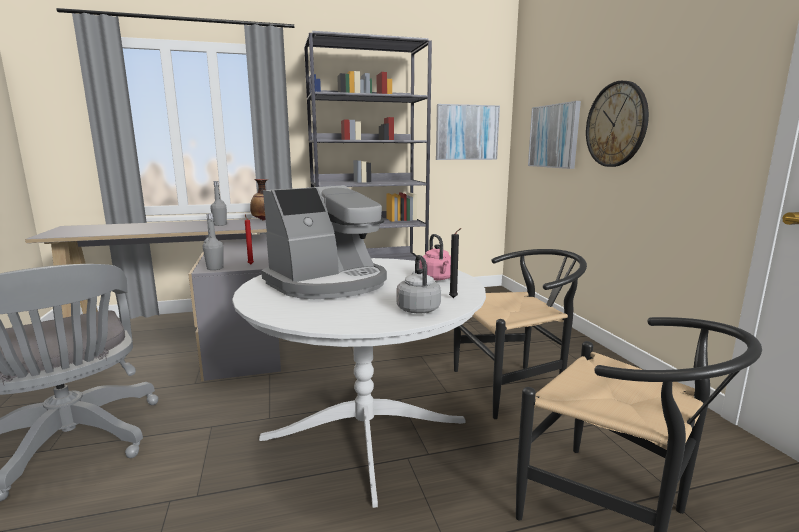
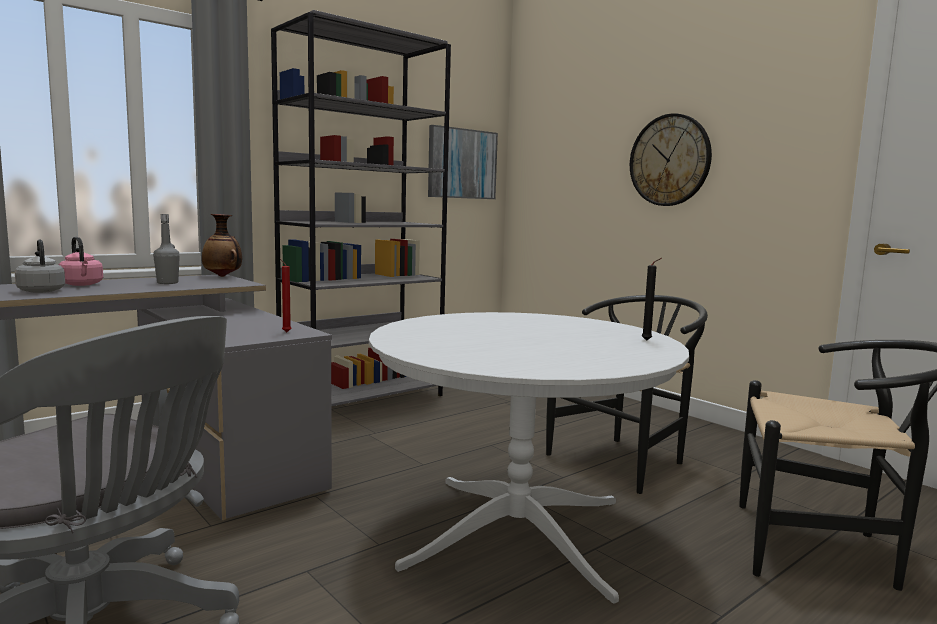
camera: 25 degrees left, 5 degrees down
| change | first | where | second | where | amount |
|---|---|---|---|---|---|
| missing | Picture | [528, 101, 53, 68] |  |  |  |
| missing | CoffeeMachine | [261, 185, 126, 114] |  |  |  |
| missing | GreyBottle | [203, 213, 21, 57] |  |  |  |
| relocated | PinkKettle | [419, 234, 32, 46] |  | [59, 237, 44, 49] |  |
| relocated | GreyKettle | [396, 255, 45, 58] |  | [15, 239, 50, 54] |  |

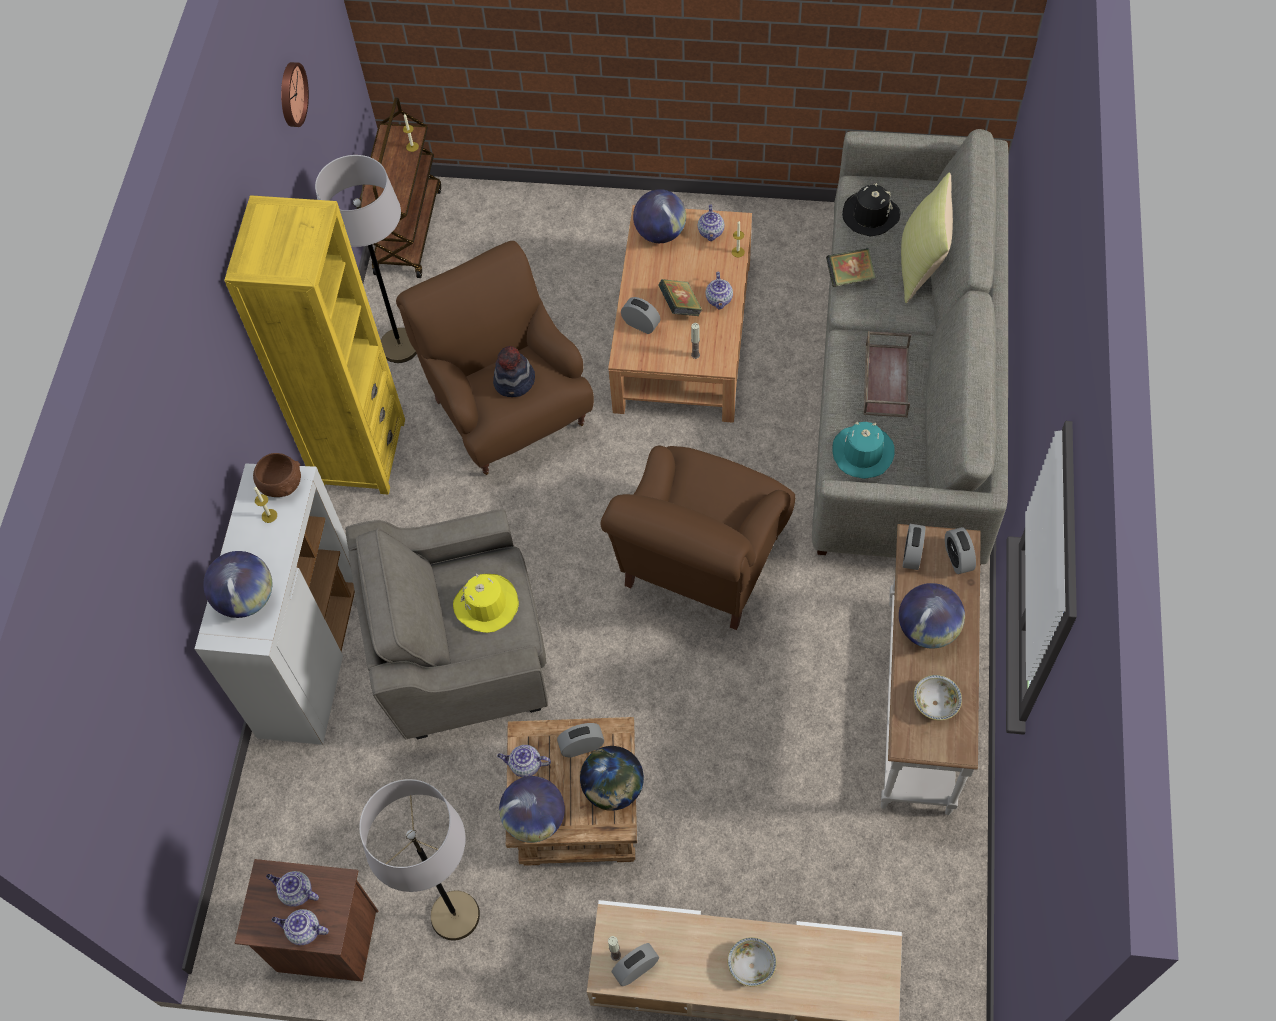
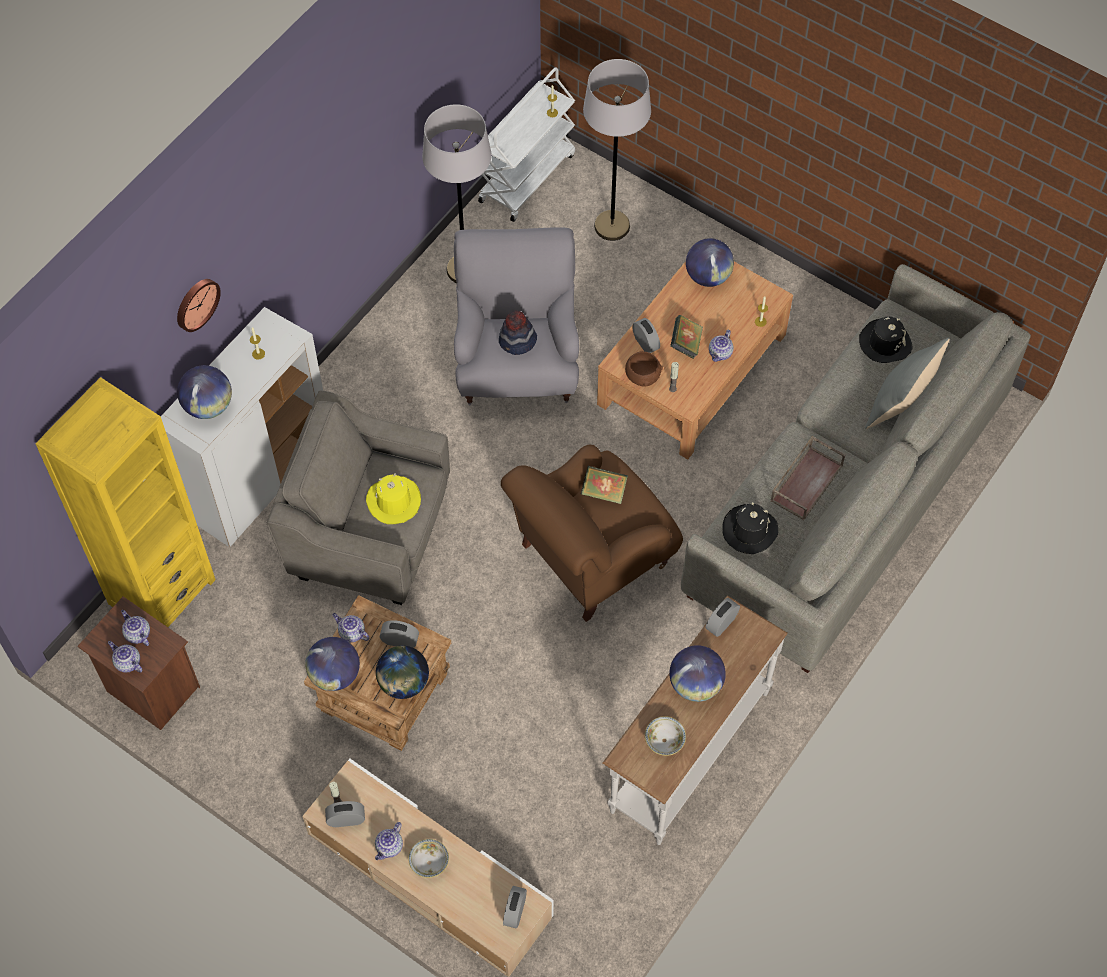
camera: 25 degrees right, 0 degrees up
| change | first | where | second | where | amount |
|---|---|---|---|---|---|
| relocated | WallClock | [281, 62, 28, 65] |  | [177, 279, 44, 53] |  |
| colour | BrownCart | [360, 97, 81, 181] | WhiteCart | [478, 67, 97, 155] |  |
| colour | YellowPillow | [901, 173, 52, 130] | GreyPillow | [865, 338, 84, 91] |  |
| relocated | YellowBookcase | [224, 195, 181, 300] |  | [35, 377, 181, 250] |  |
| relocated | Teapot | [698, 204, 27, 37] |  | [375, 822, 28, 38] |  |
| colour | BrownArmchair | [396, 241, 198, 234] | GreyArmchair | [454, 227, 125, 178] |  |
| relocated | Book | [826, 248, 50, 39] |  | [581, 466, 47, 38] |  |
| colour | TurquoiseHat | [832, 422, 63, 57] | BlackHat | [722, 502, 56, 52] |  |
| relocated | BrownBowl | [253, 453, 48, 44] |  | [625, 351, 38, 36] |  |
| relocated | AlarmClock | [945, 527, 31, 47] |  | [503, 886, 24, 43] |  |
| relocated | GreyFloorLamp | [359, 779, 121, 162] |  | [583, 59, 68, 182] |  |

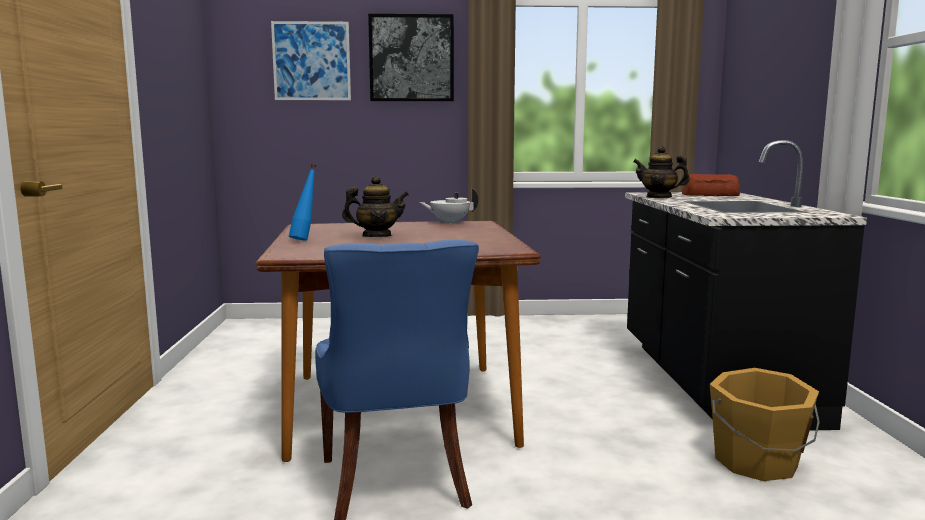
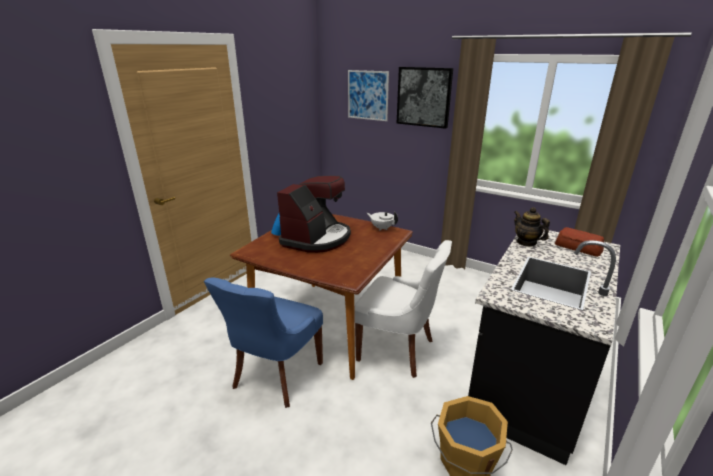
camera: 35 degrees right, 15 degrees up
| change | first | where | second | where | amount |
|---|---|---|---|---|---|
| exchanged | Teapot | [342, 176, 67, 61] | CoffeeMachine | [277, 176, 74, 77] |  |
| appeared |  |  | WhiteChair | [354, 240, 98, 138] |  |

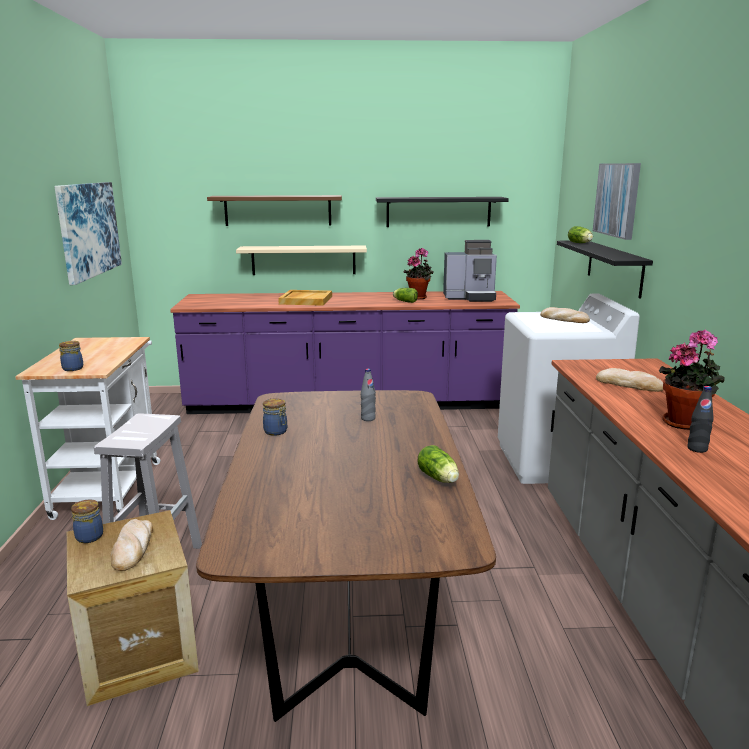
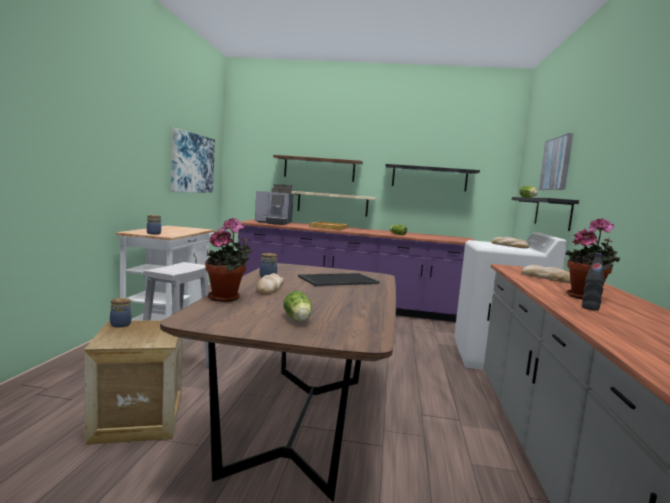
camera: 10 degrees right, 10 degrees down
| change | first | where | second | where | amount |
|---|---|---|---|---|---|
| relocated | CoffeeMachine | [443, 240, 54, 62] |  | [255, 184, 39, 41] |  |
| relocated | PottedPlant | [404, 248, 30, 52] |  | [205, 218, 48, 84] |  |
| exchanged | GreyBottle | [361, 369, 15, 52] | Tray | [298, 273, 81, 13] |  |
| relocated | Lettuce | [417, 445, 42, 38] |  | [284, 291, 28, 30] |  |
| relocated | Bread | [111, 519, 42, 52] |  | [256, 273, 28, 21] |  |

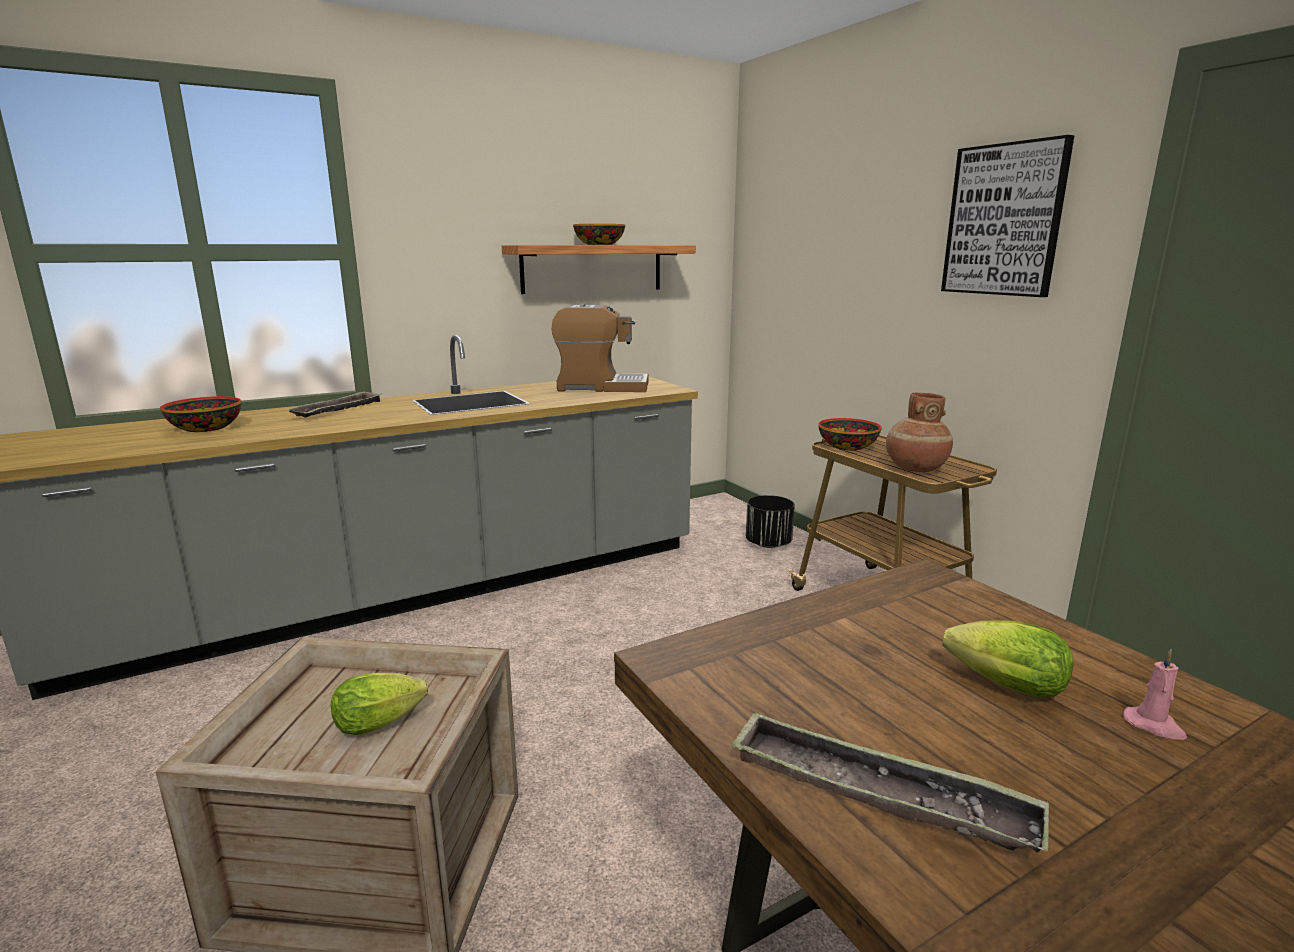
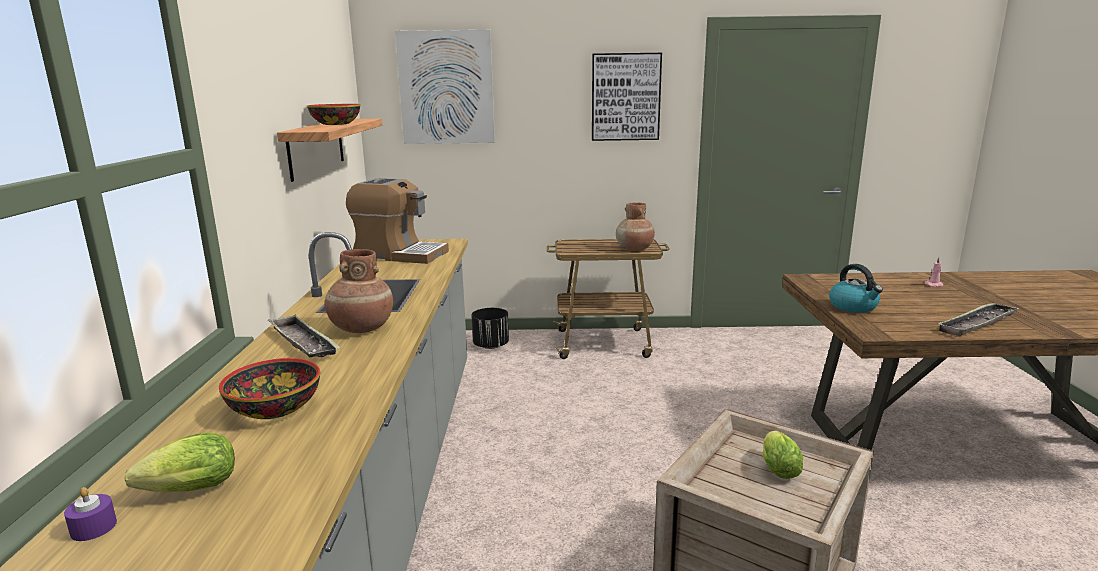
camera: 60 degrees left, 0 degrees up
| change | first | where | second | where | amount |
|---|---|---|---|---|---|
| spun | CoffeeMachine | [552, 304, 96, 88] |  | [346, 178, 103, 86] | 75 degrees clockwise |
| missing | Bowl | [818, 418, 64, 32] |  |  |  |
| relocated | Lettuce | [942, 620, 132, 78] |  | [125, 432, 110, 60] |  |
| appeared |  |  | Picture | [395, 30, 100, 114] |  |
| appeared |  |  | BrownVase | [325, 249, 68, 84] |  |
| appeared |  |  | Kettle | [829, 264, 54, 49] |  |
| appeared |  |  | PurpleCandle | [64, 487, 53, 54] |  |

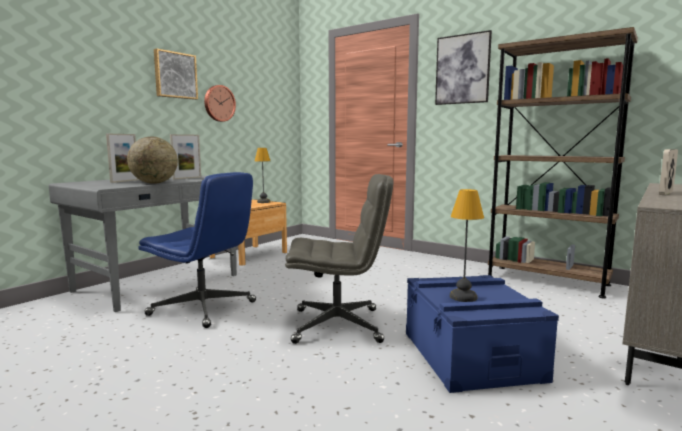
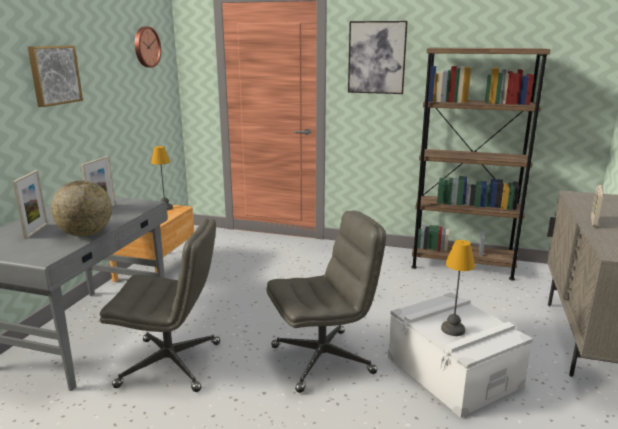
camera: 20 degrees left, 10 degrees up
| change | first | where | second | where | amount |
|---|---|---|---|---|---|
| relocated | WallClock | [204, 85, 32, 37] |  | [135, 27, 26, 41] |  |
| colour | BlueOfficeChair | [139, 172, 117, 156] | GreyOfficeChair | [100, 219, 120, 173] |  |
| colour | BlueStorageBox | [406, 275, 153, 118] | WhiteStorageBox | [388, 292, 145, 126] |  |

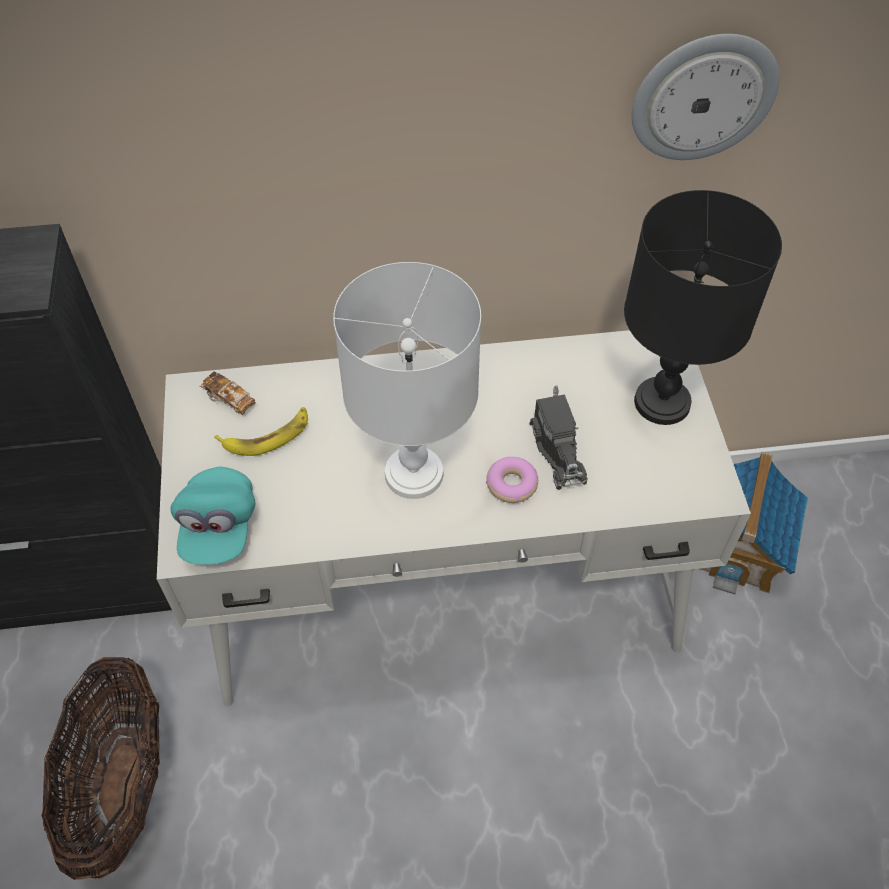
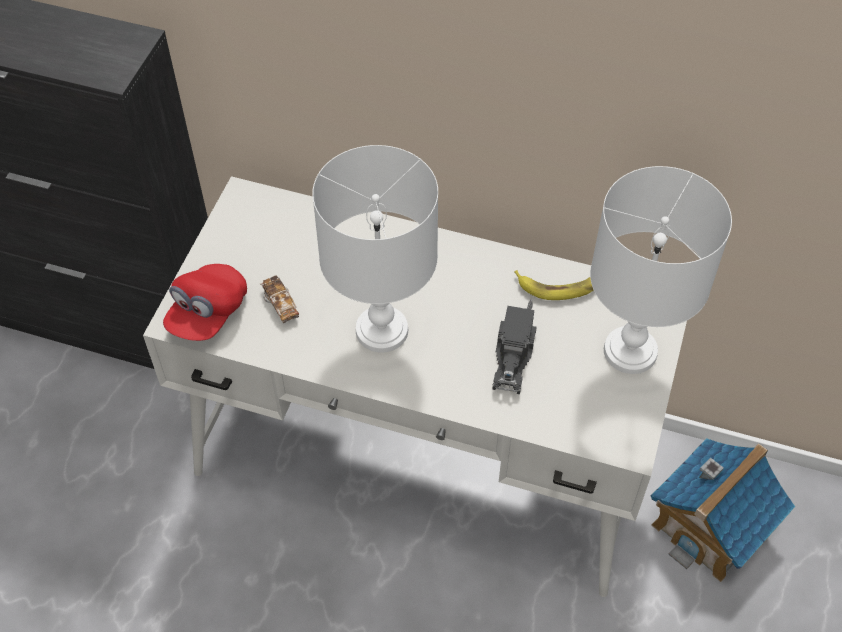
camera: 25 degrees right, 0 degrees up
| change | first | where | second | where | amount |
|---|---|---|---|---|---|
| missing | WallClock | [632, 34, 148, 126] |  |  |  |
| colour | BlackTableLamp | [624, 190, 158, 235] | WhiteTableLamp | [590, 166, 142, 208] |  |
| relocated | ToyCar | [199, 371, 57, 44] |  | [260, 275, 39, 48] |  |
| relocated | Banana | [214, 407, 94, 49] |  | [514, 270, 79, 30] |  |
| missing | Donut | [486, 457, 52, 46] |  |  |  |
| colour | TurquoiseCap | [171, 467, 85, 98] | RedCap | [163, 264, 84, 77] |  |
| missing | Basket | [42, 657, 118, 223] |  |  |  |

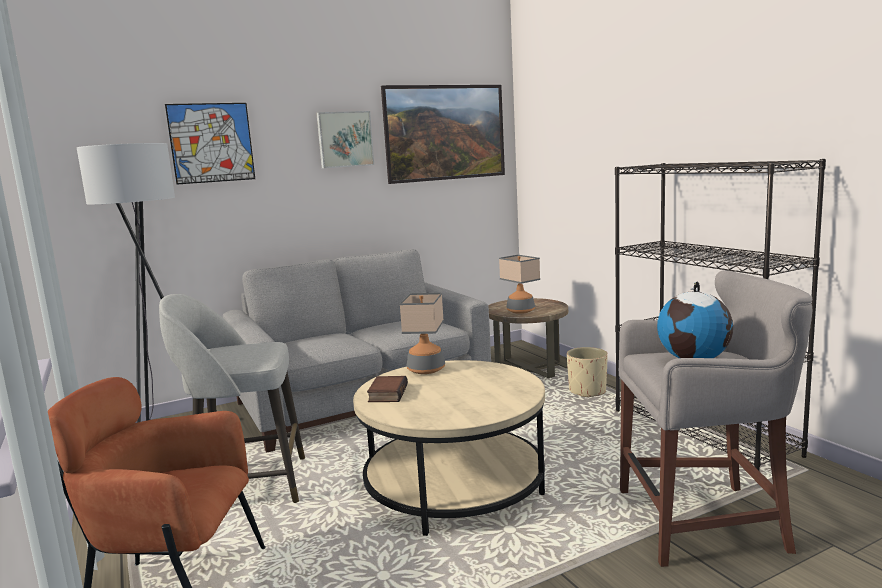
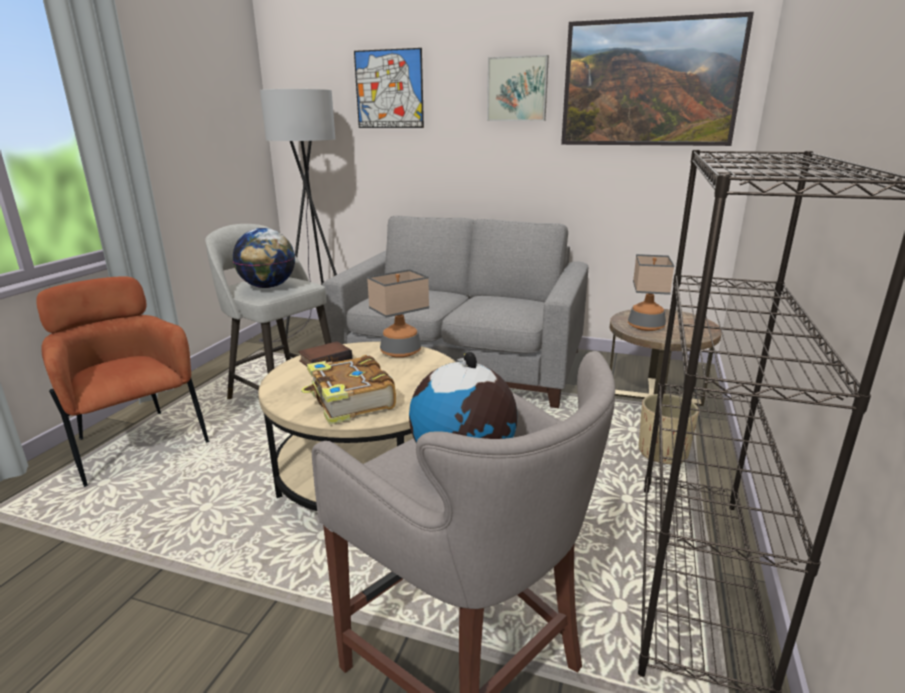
camera: 45 degrees right, 10 degrees up
| change | first | where | second | where | amount |
|---|---|---|---|---|---|
| appeared |  |  | Globe | [233, 228, 62, 60] |  |
| appeared |  |  | Book | [301, 355, 95, 70] |  |

